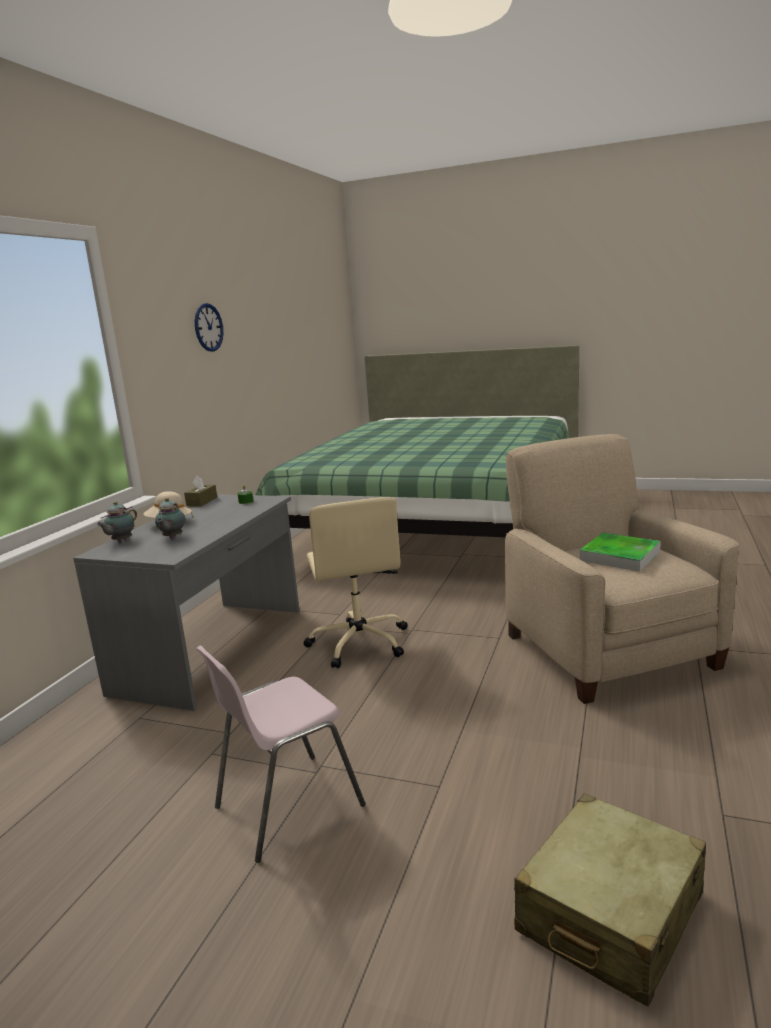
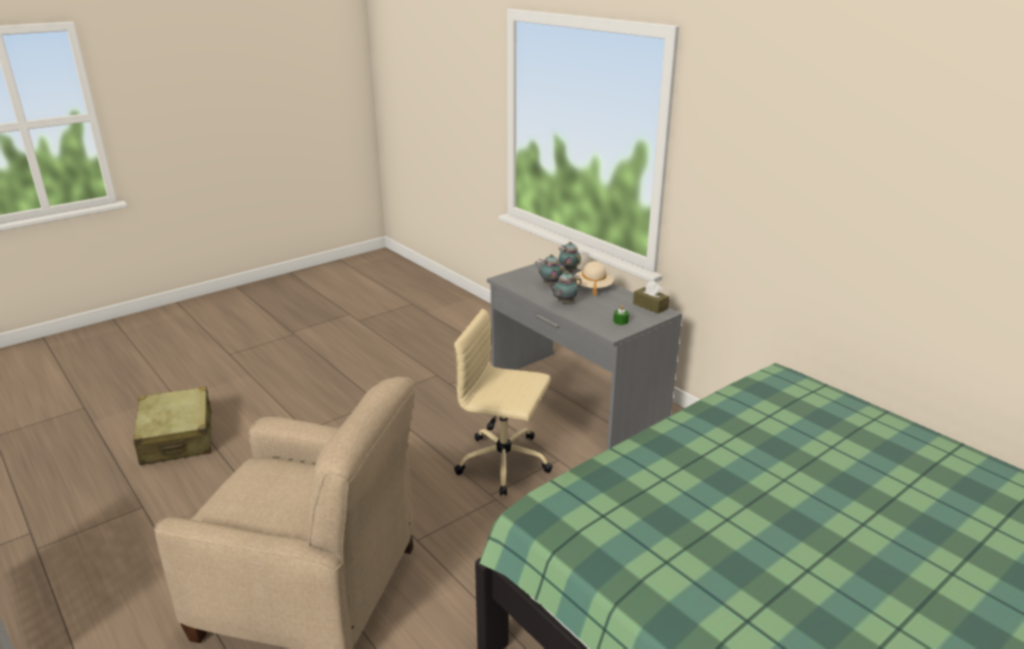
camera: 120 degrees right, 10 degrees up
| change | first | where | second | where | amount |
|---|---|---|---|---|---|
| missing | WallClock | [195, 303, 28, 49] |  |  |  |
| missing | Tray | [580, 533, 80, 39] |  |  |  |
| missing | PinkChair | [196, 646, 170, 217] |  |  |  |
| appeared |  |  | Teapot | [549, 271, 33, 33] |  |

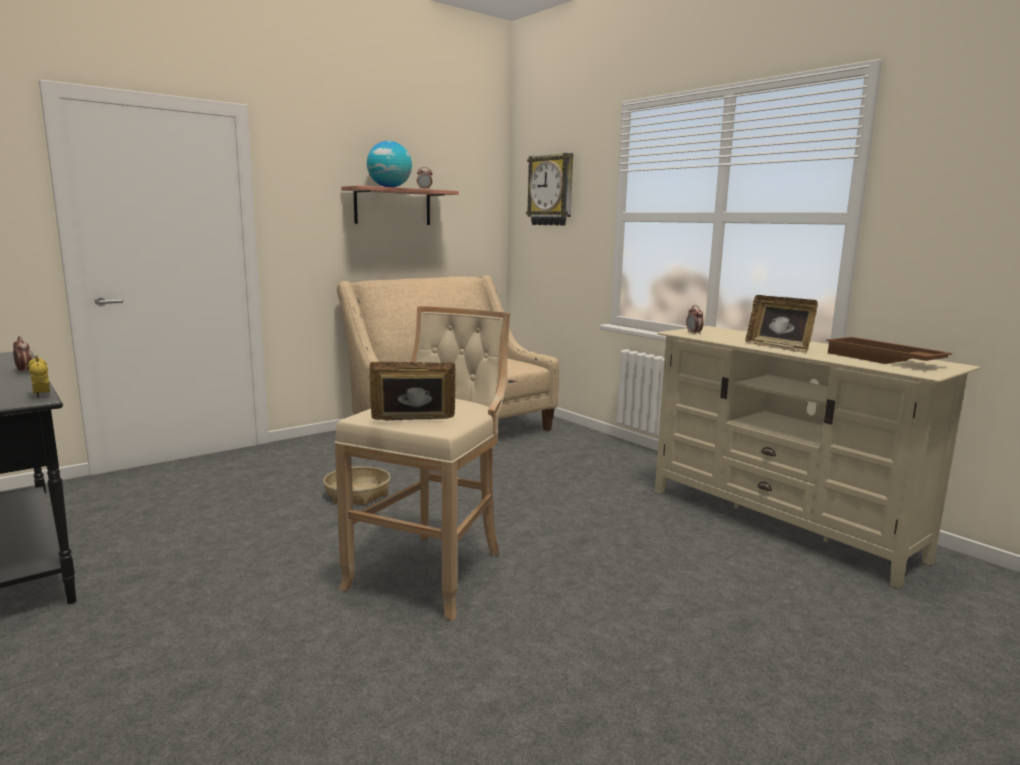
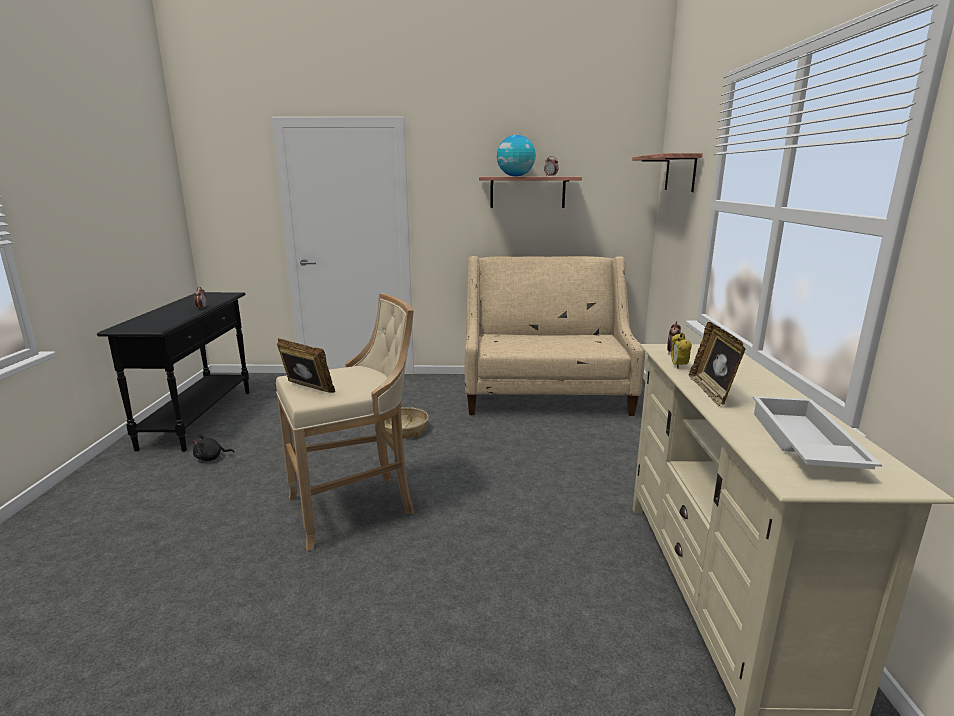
camera: 40 degrees right, 5 degrees up
| change | first | where | second | where | amount |
|---|---|---|---|---|---|
| exchanged | WallClock | [526, 153, 47, 73] | Shelf | [632, 153, 71, 39] |  |
| colour | BrownTray | [826, 337, 126, 27] | WhiteTray | [753, 396, 129, 73] |  |
| relocated | AlarmClock | [28, 355, 22, 43] |  | [671, 333, 21, 36] |  |
| appeared |  |  | BlackPlushToy | [192, 435, 42, 26] |  |

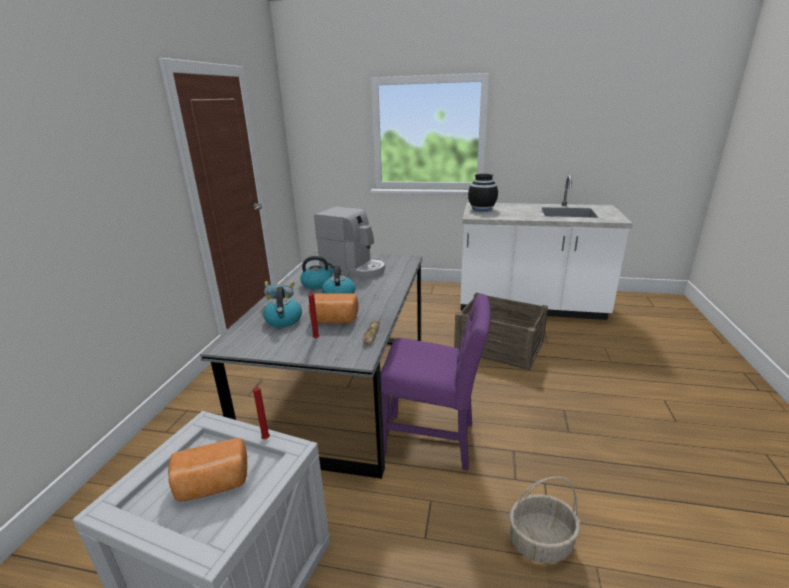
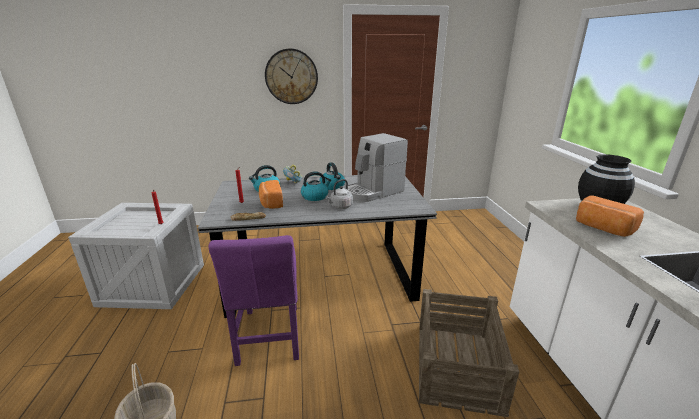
camera: 70 degrees right, 0 degrees up
| change | first | where | second | where | amount |
|---|---|---|---|---|---|
| spun | CoffeeMachine | [314, 206, 71, 73] |  | [348, 133, 60, 69] | 45 degrees clockwise |
| relocated | Bread | [168, 438, 79, 64] |  | [576, 196, 68, 41] |  |
| appeared |  |  | WallClock | [265, 49, 53, 55] |  |
| appeared |  |  | GreyKettle | [326, 179, 27, 30] |  |

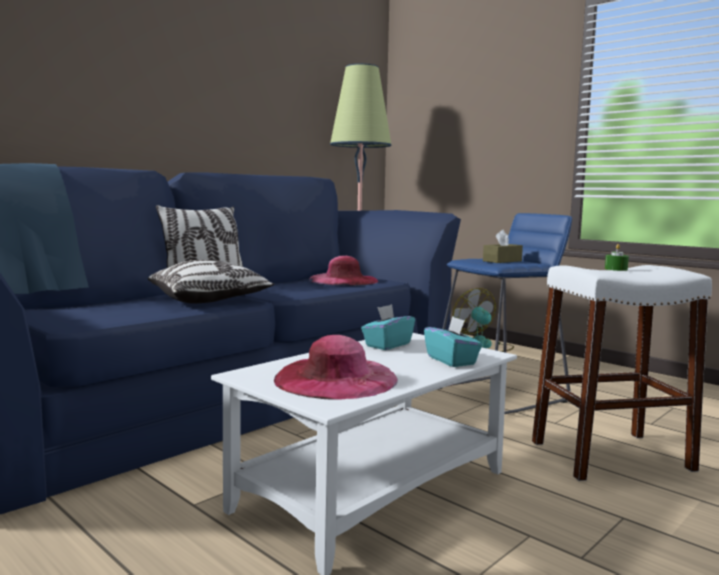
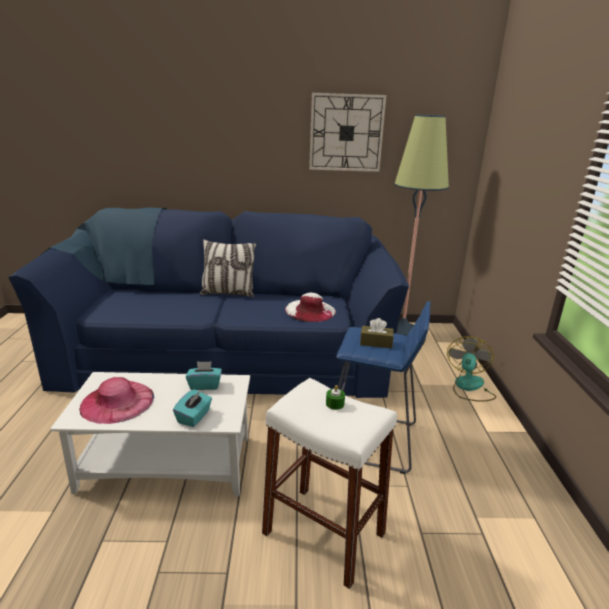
camera: 45 degrees right, 15 degrees up
| change | first | where | second | where | amount |
|---|---|---|---|---|---|
| colour | PinkHat | [309, 256, 69, 30] | WhiteHat | [285, 293, 51, 29] |  |
| missing | Pillow | [148, 260, 126, 44] |  |  |  |
| appeared |  |  | WallClock | [309, 93, 77, 79] |  |

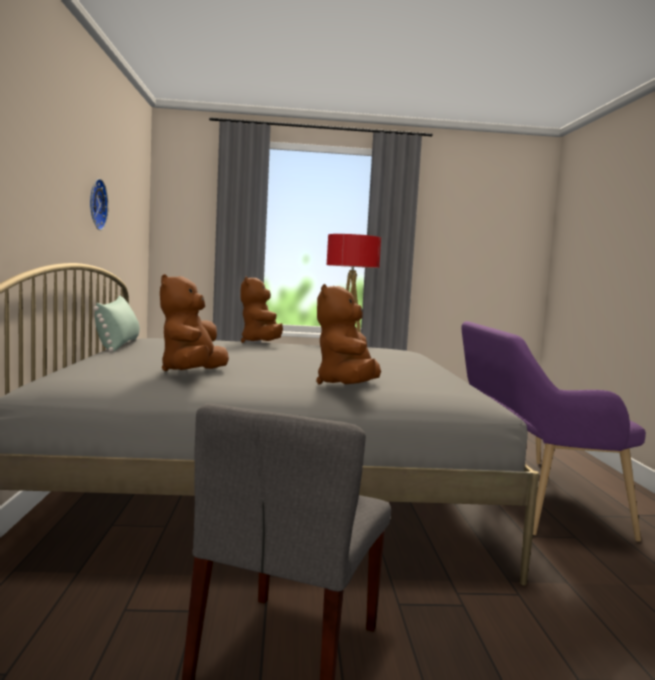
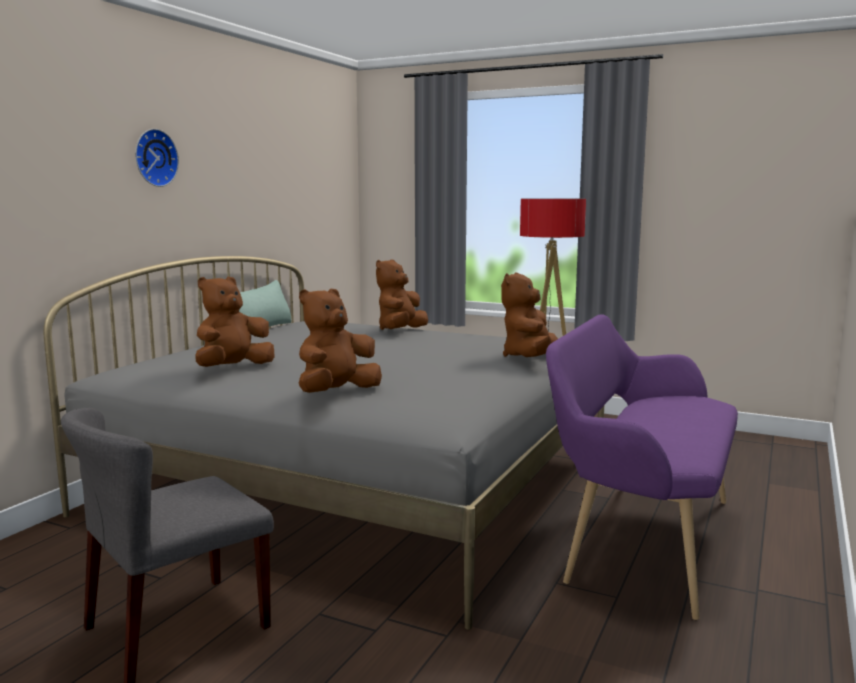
camera: 30 degrees right, 5 degrees up
| change | first | where | second | where | amount |
|---|---|---|---|---|---|
| relocated | WallClock | [90, 179, 18, 51] |  | [135, 129, 44, 58] |  |
| appeared |  |  | BrownPlushToy | [501, 272, 57, 85] |  |

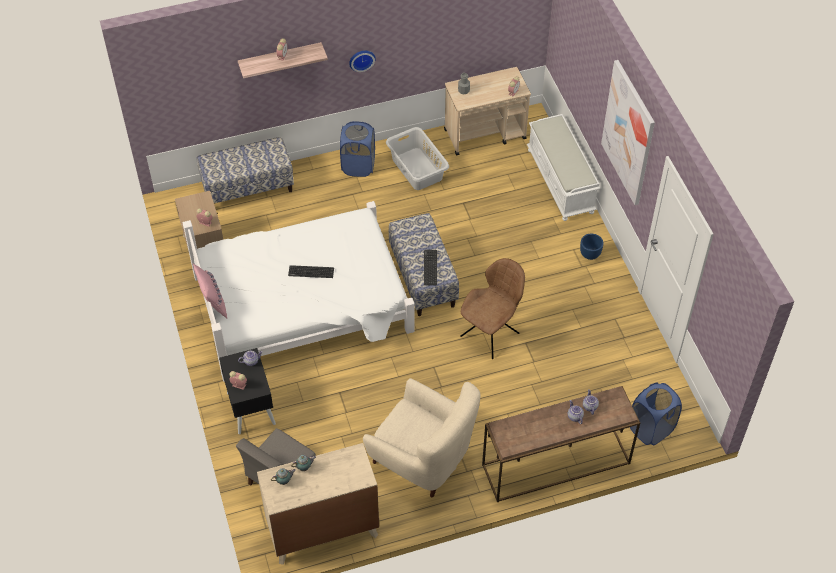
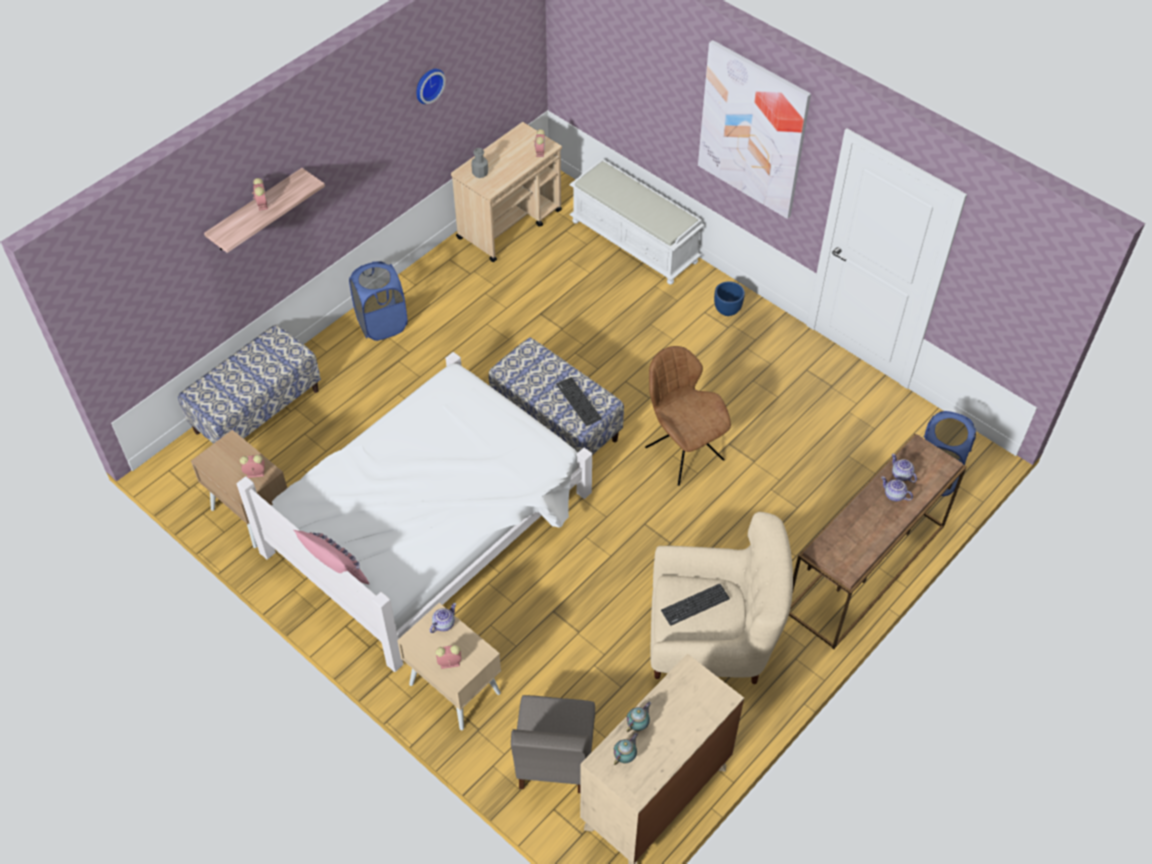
camera: 30 degrees left, 0 degrees up
| change | first | where | second | where | amount |
|---|---|---|---|---|---|
| relocated | WallClock | [349, 51, 27, 21] |  | [416, 69, 30, 35] |  |
| missing | GreyLaundryBasket | [386, 127, 63, 63] |  |  |  |
| spun | BrownChair | [460, 258, 65, 101] |  | [645, 346, 86, 140] | 45 degrees counterclockwise |
| relocated | Keyboard | [288, 265, 46, 13] |  | [661, 584, 69, 42] |  |
| colour | BlackNightstand | [219, 348, 57, 86] | BeigeNightstand | [397, 603, 104, 127] |  |

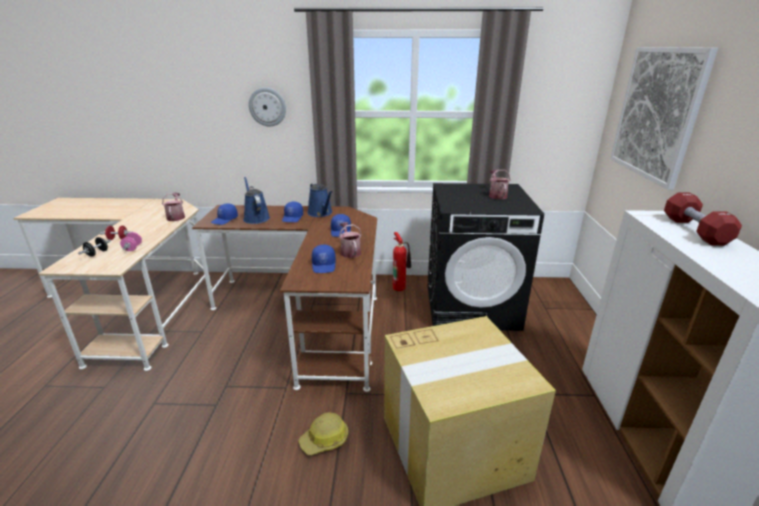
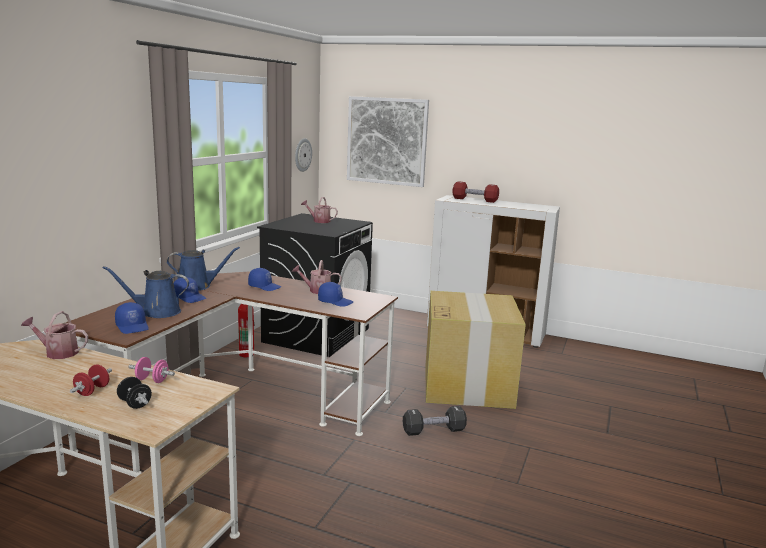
camera: 70 degrees left, 10 degrees down
| change | first | where | second | where | amount |
|---|---|---|---|---|---|
| relocated | WallClock | [249, 87, 37, 39] |  | [295, 138, 17, 34] |  |
| exchanged | HardHat | [298, 412, 50, 43] | BlackDumbbell | [403, 406, 64, 30] |  |

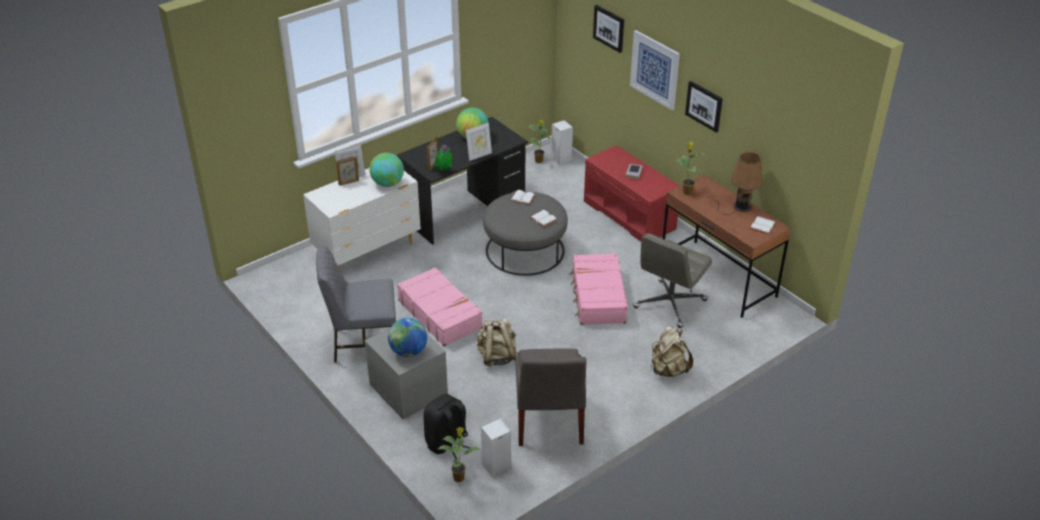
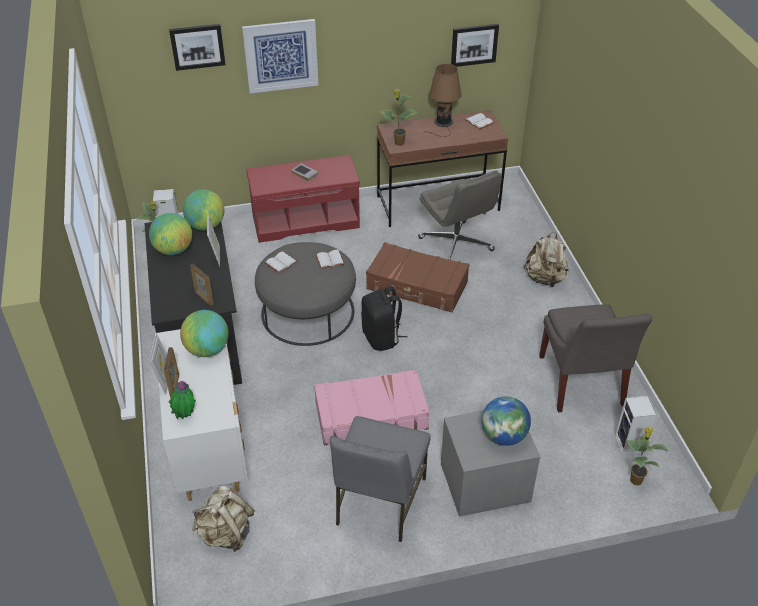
camera: 65 degrees left, 5 degrees up
| change | first | where | second | where | amount |
|---|---|---|---|---|---|
| relocated | Picture | [685, 81, 38, 51] |  | [451, 24, 48, 43] |  |
| relocated | PottedPlant | [434, 144, 19, 28] |  | [168, 381, 28, 39] |  |
| colour | PinkSuitcase | [570, 253, 58, 72] | BrownSuitcase | [366, 242, 103, 71] |  |
| relocated | BeigeBackpack | [477, 318, 42, 48] |  | [192, 486, 62, 66] |  |
| spun | GreyChair | [516, 348, 71, 98] |  | [539, 304, 113, 108] | 60 degrees clockwise |
| relocated | BlackBackpack | [423, 394, 47, 66] |  | [361, 286, 46, 65] |  |
| appeared |  |  | Globe | [183, 189, 41, 42] |  |

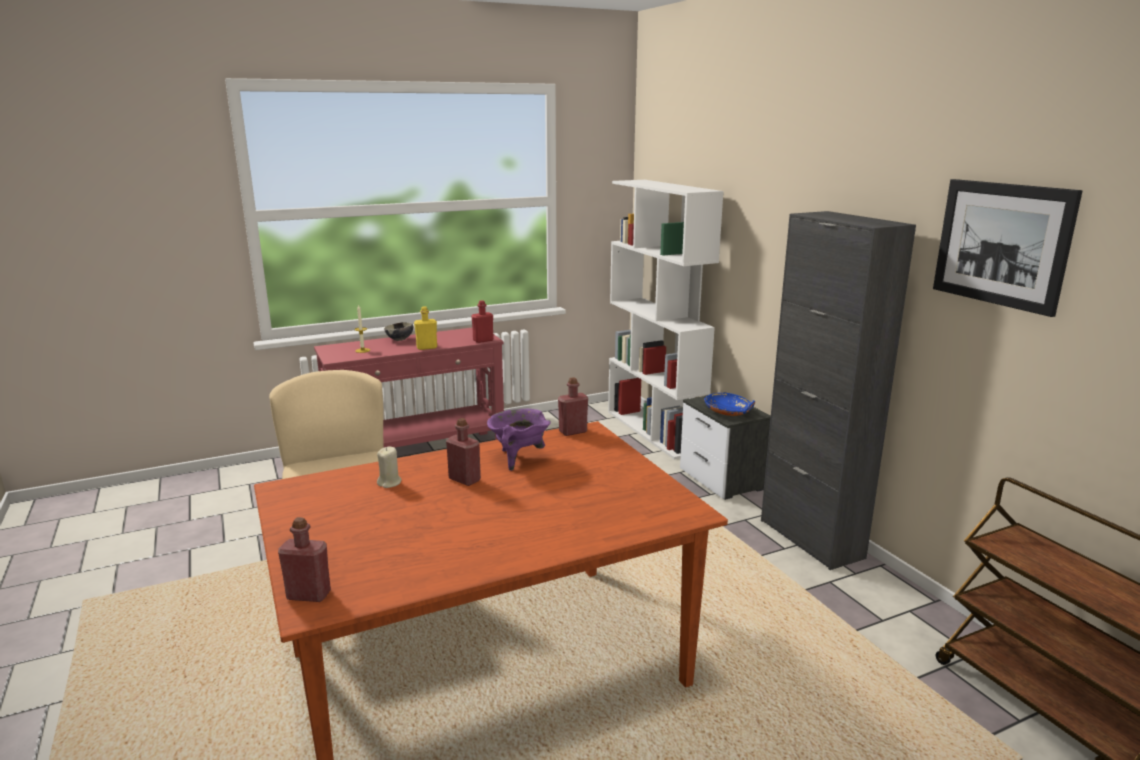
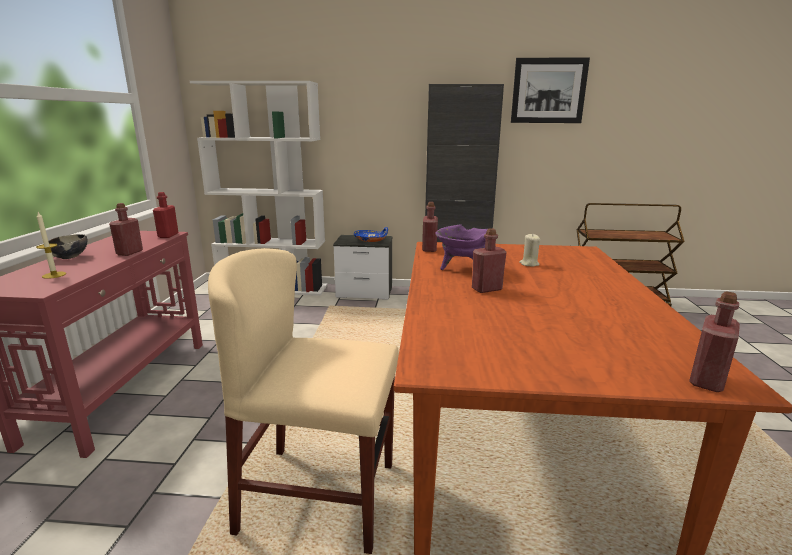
camera: 60 degrees left, 0 degrees up
| change | first | where | second | where | amount |
|---|---|---|---|---|---|
| colour | YellowBottle | [414, 306, 23, 44] | RedBottle | [109, 203, 34, 53] |  |
| relocated | BeigeCandle | [377, 446, 24, 42] |  | [519, 234, 21, 33] |  |

